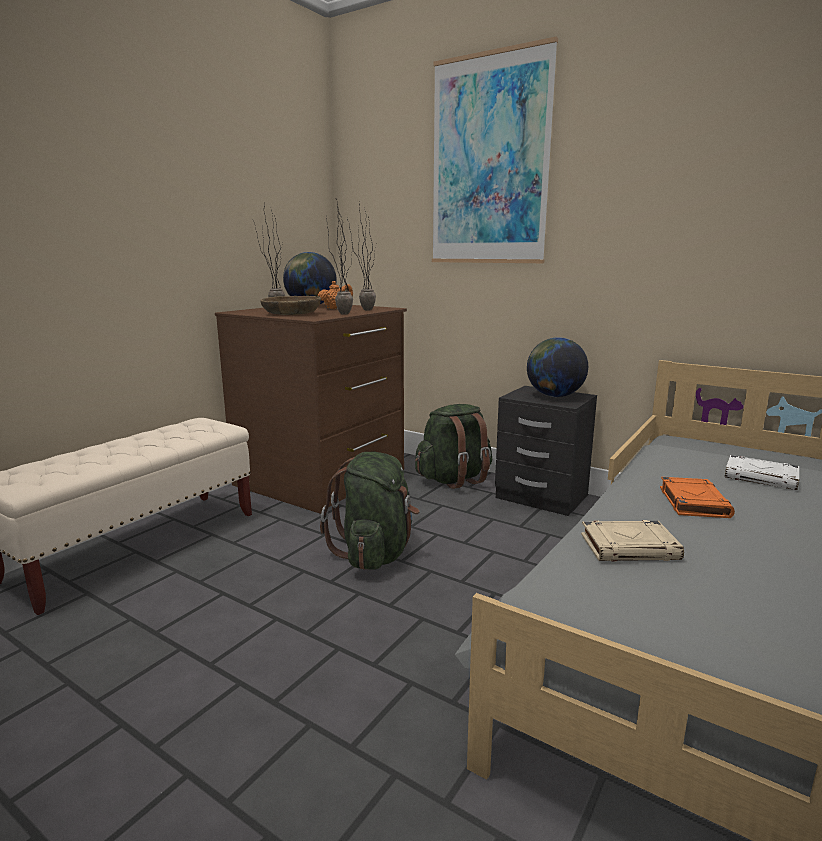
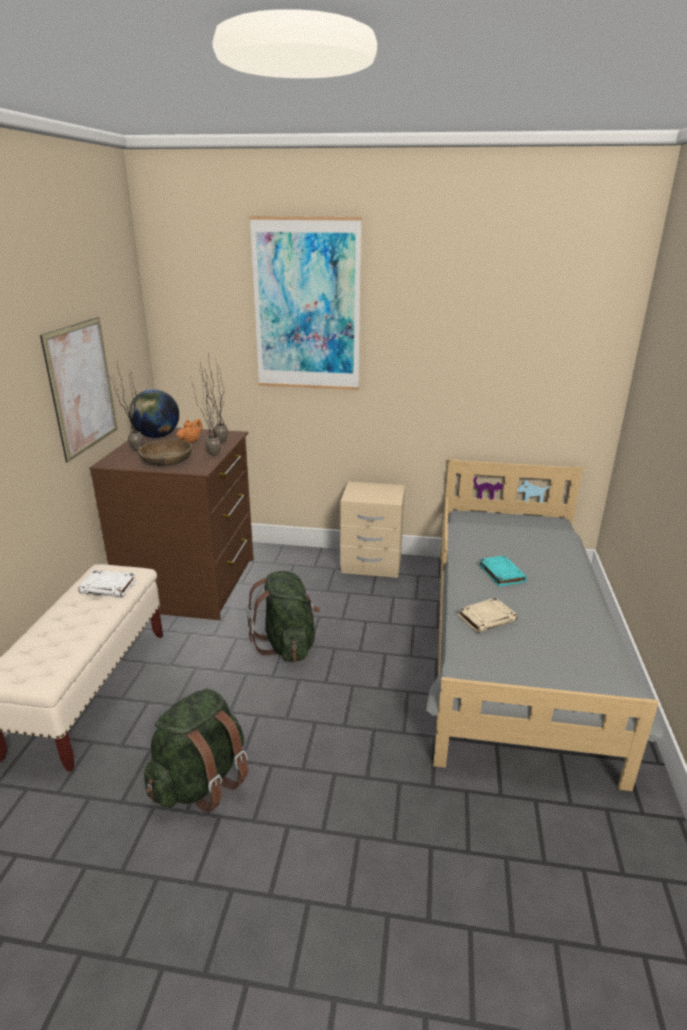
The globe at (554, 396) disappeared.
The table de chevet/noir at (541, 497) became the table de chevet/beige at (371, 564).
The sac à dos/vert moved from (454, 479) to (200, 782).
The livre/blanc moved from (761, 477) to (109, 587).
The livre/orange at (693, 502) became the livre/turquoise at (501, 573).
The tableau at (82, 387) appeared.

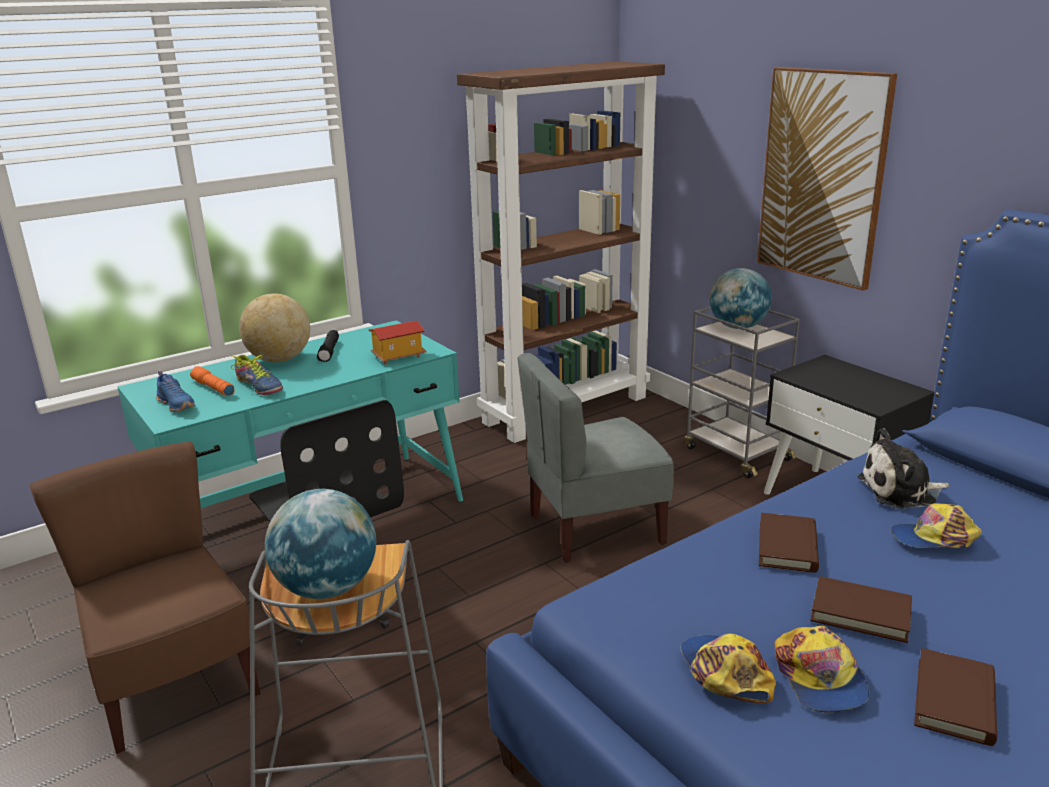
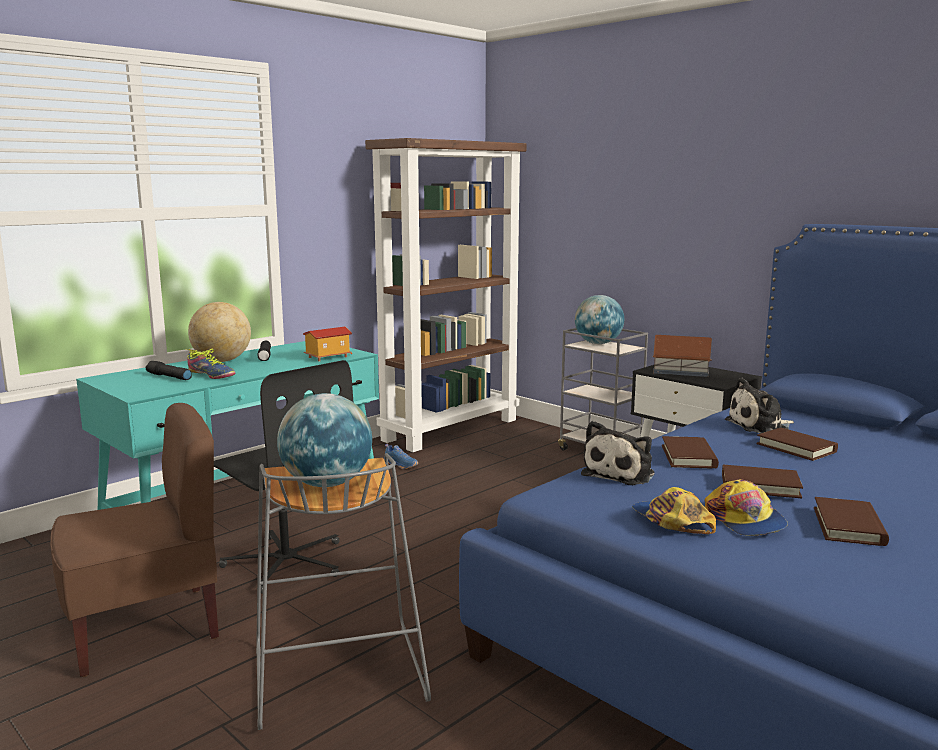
The tableau at (822, 176) disappeared.
The chaise/gris at (594, 529) disappeared.
The lampe de poche/orange at (212, 388) became the lampe de poche/noir at (168, 377).
The chaussure/bleu moved from (177, 404) to (401, 465).
The chaise/marron at (174, 684) turned 105 degrees clockwise.
The casquette at (934, 539) was replaced by the livre/marron at (796, 448).
The maison miniature at (680, 371) appeared.
The peluche at (621, 473) appeared.

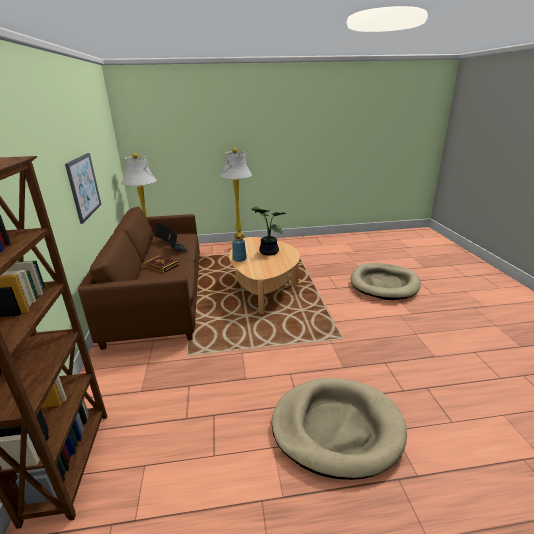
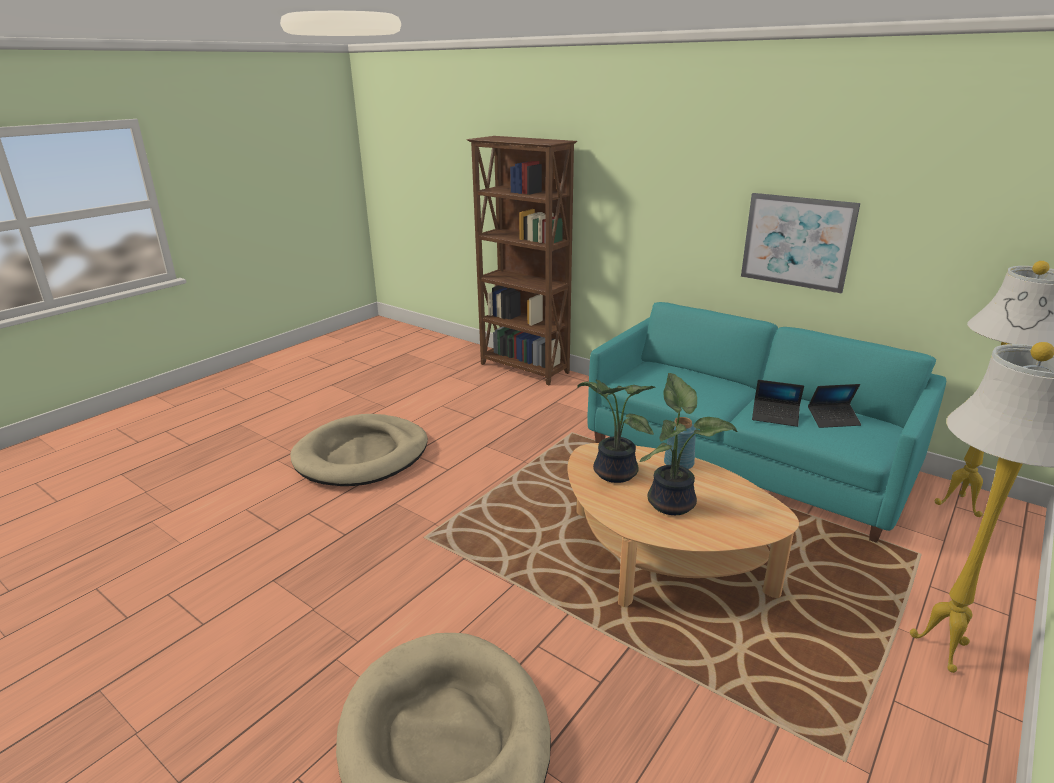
The canapé/marron at (158, 297) became the canapé/turquoise at (745, 459).
The livre at (162, 265) disappeared.
The plante en pot at (612, 473) appeared.

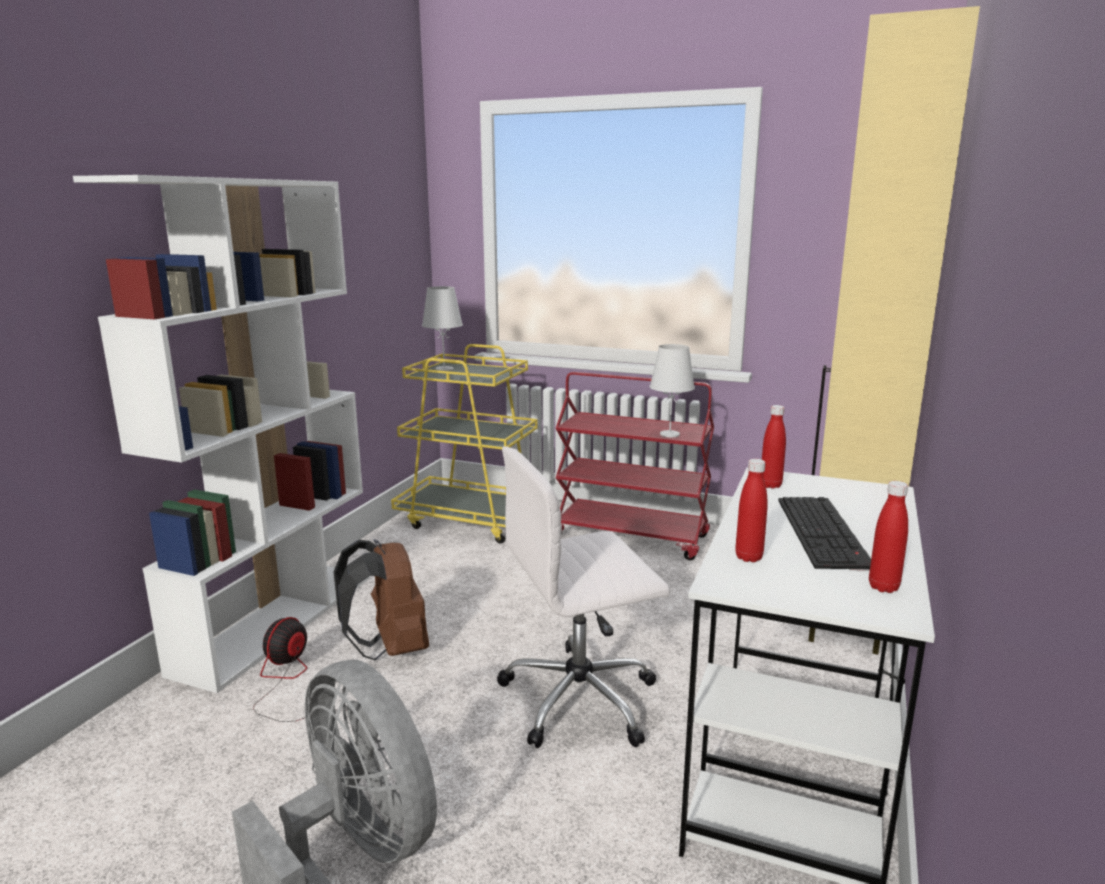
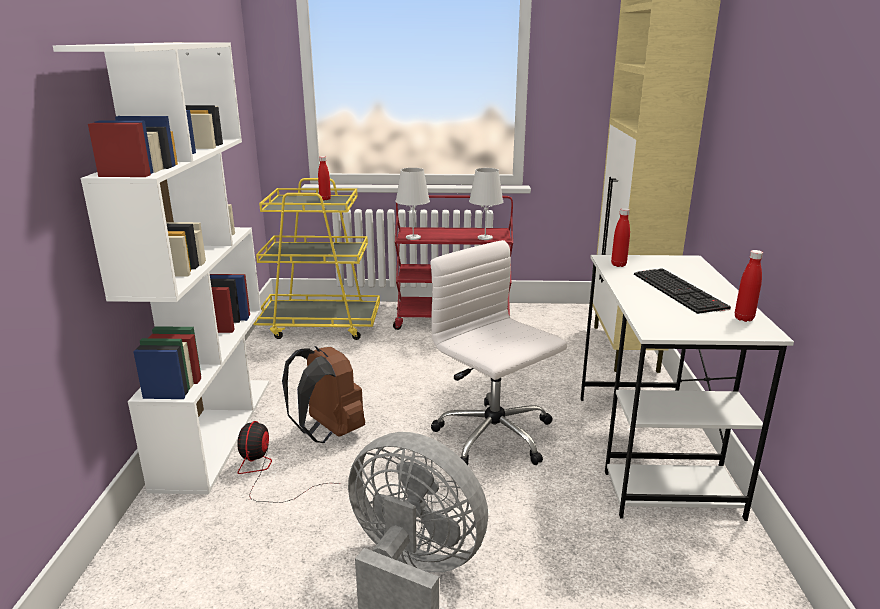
The lampe de table/blanc moved from (444, 369) to (413, 237).
The chaise de bureau/blanc at (581, 698) turned 90 degrees clockwise.
The bouteille/rouge moved from (748, 557) to (325, 199).

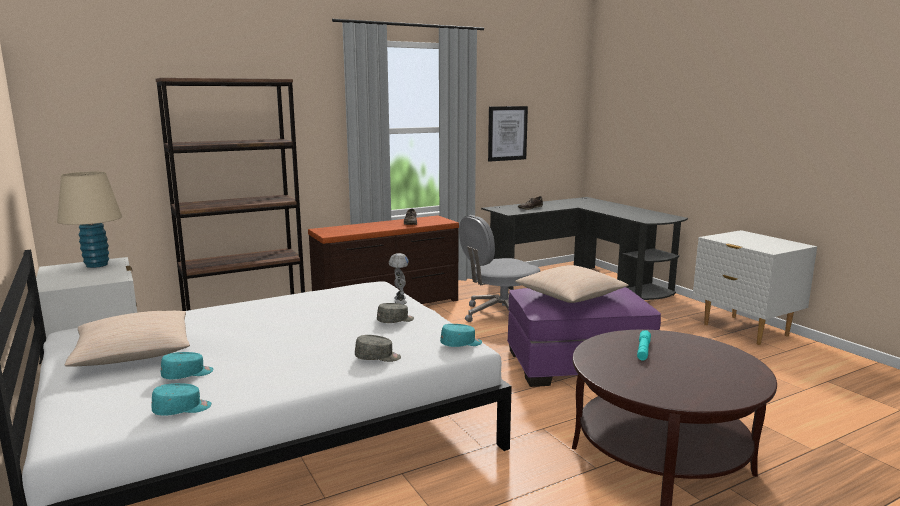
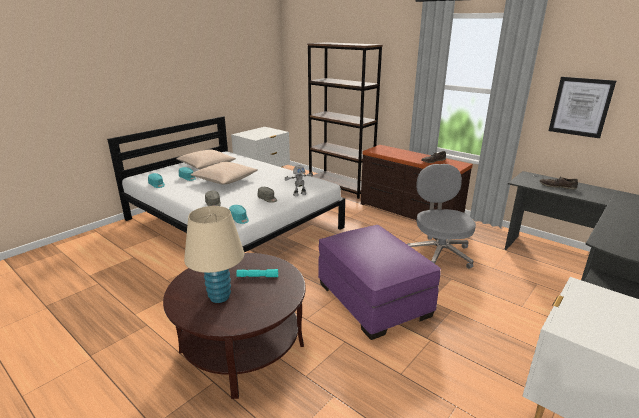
The lampe de table/beige moved from (97, 265) to (219, 297).
The chaise de bureau/gris at (500, 315) turned 45 degrees clockwise.
The coussin/beige moved from (570, 296) to (225, 180).

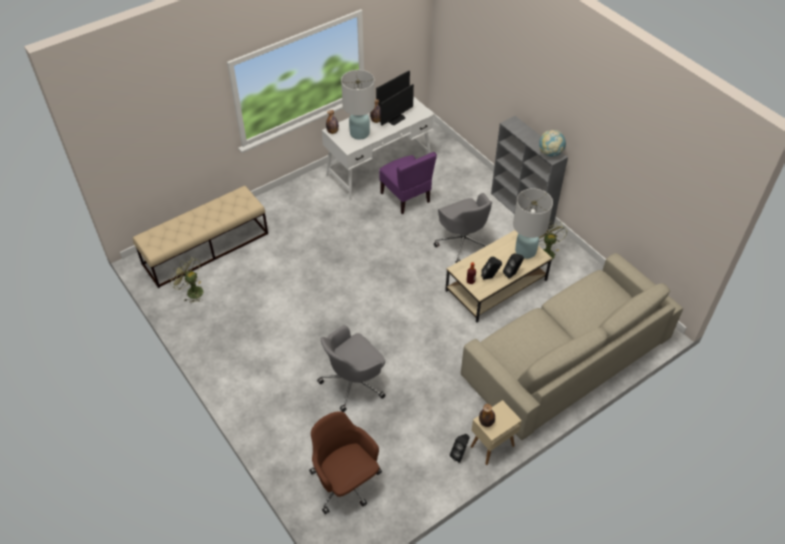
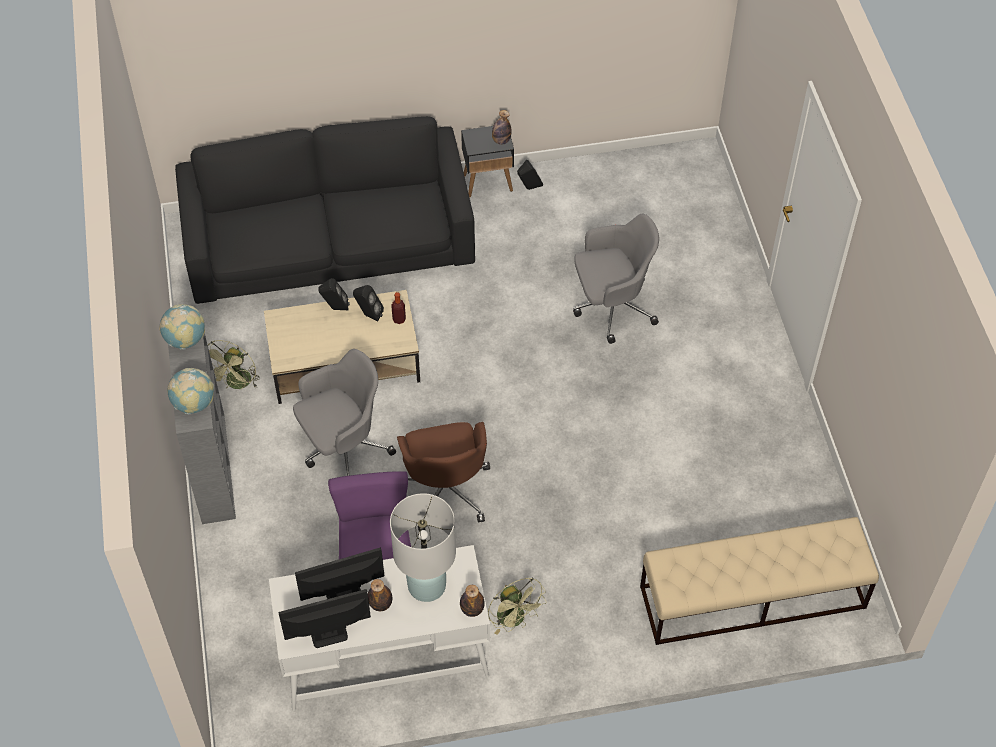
The lampe de table/blanc at (525, 251) disappeared.
The chaise de bureau/gris at (463, 242) turned 60 degrees clockwise.
The canapé/beige at (566, 356) became the canapé/noir at (329, 240).
The ventilateur/vert moved from (191, 291) to (515, 620).
The table d'appoint/beige at (492, 446) became the table d'appoint/noir at (488, 183).
The chaise de bureau/marron moved from (346, 483) to (445, 490).
The globe at (194, 403) appeared.

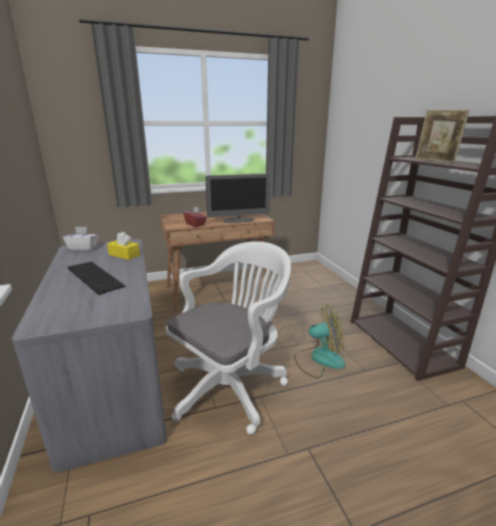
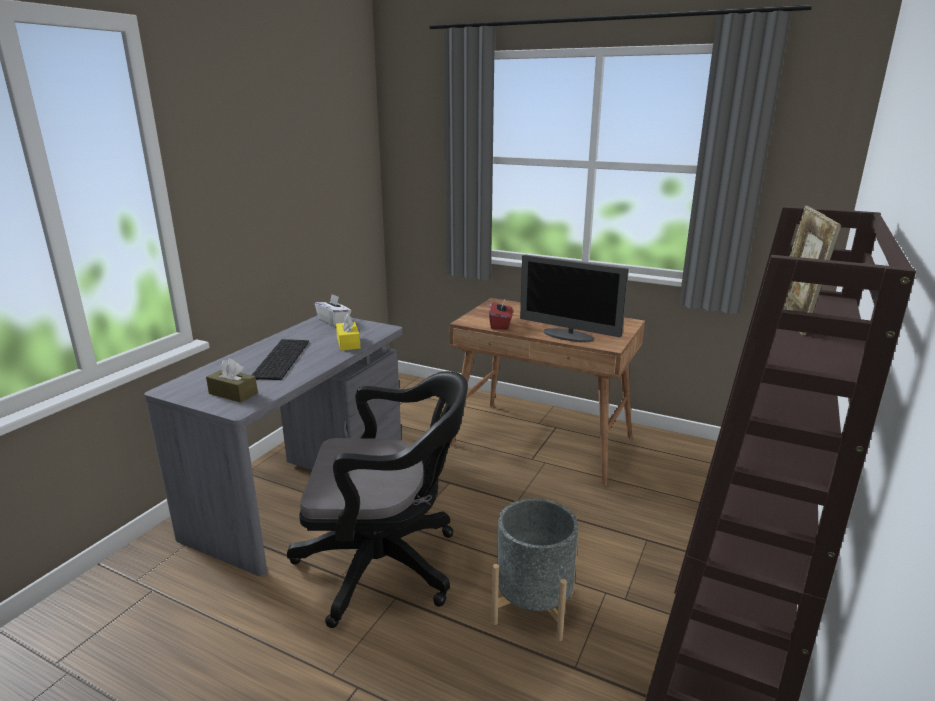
The chaise de bureau/blanc at (232, 385) became the chaise de bureau/noir at (387, 565).
The ventilateur at (319, 359) was replaced by the cache-pot/gris at (533, 607).
The boîte à mouchoirs/marron at (233, 393) appeared.

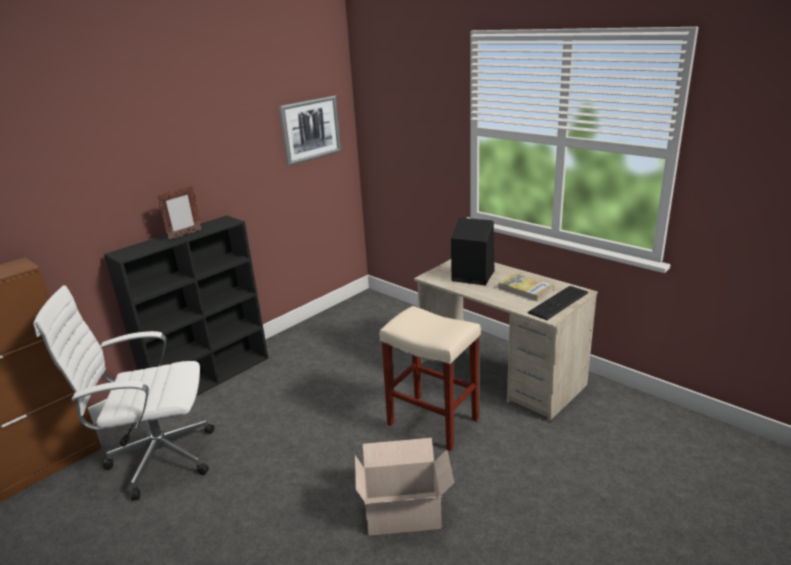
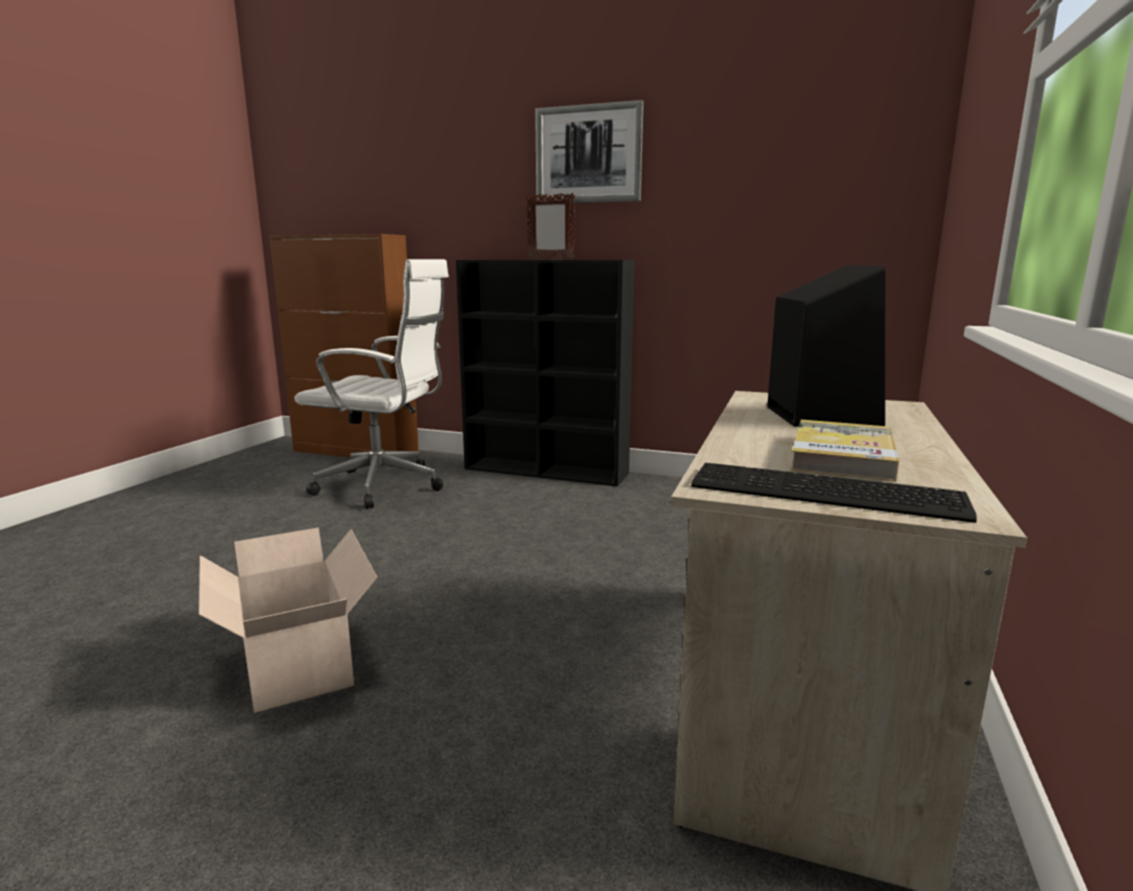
The tableau moved from (310, 129) to (588, 154).
The chaise de bureau/blanc at (157, 459) turned 135 degrees clockwise.
The tabouret/beige at (431, 421) disappeared.

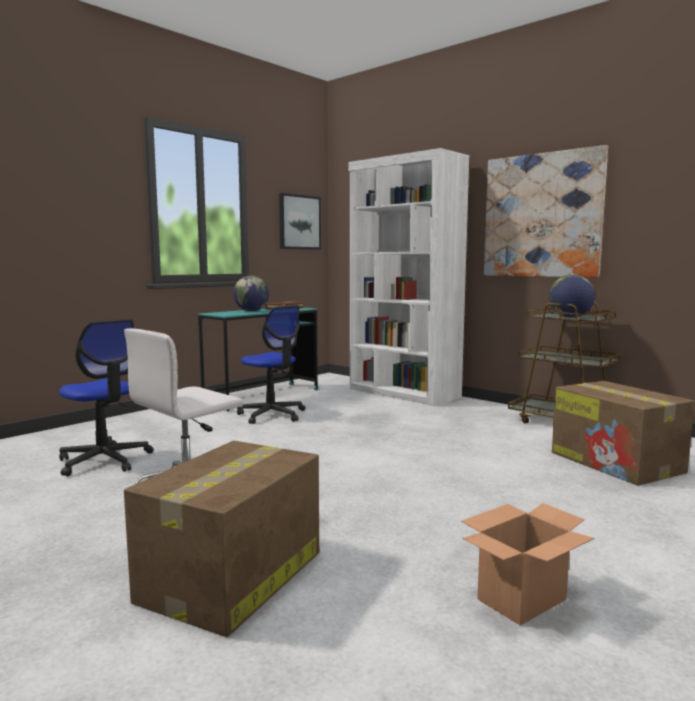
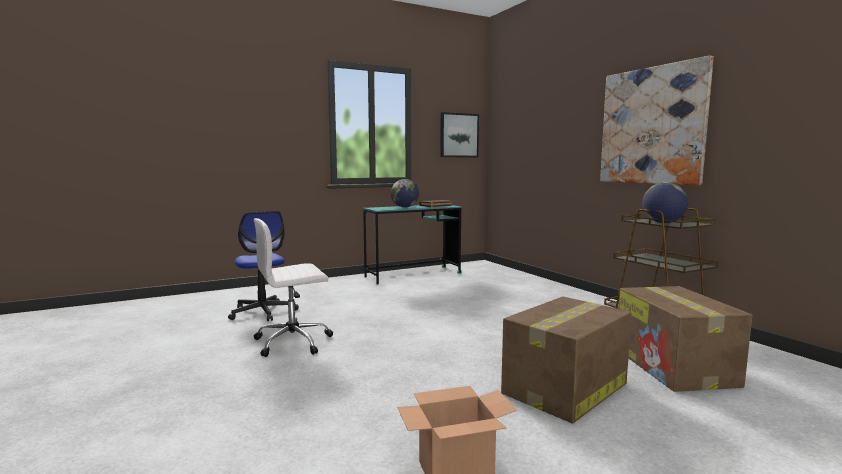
The bibliothèque/blanc at (403, 393) disappeared.
The chaise de bureau at (272, 415) disappeared.
The carton moved from (231, 577) to (564, 389).

